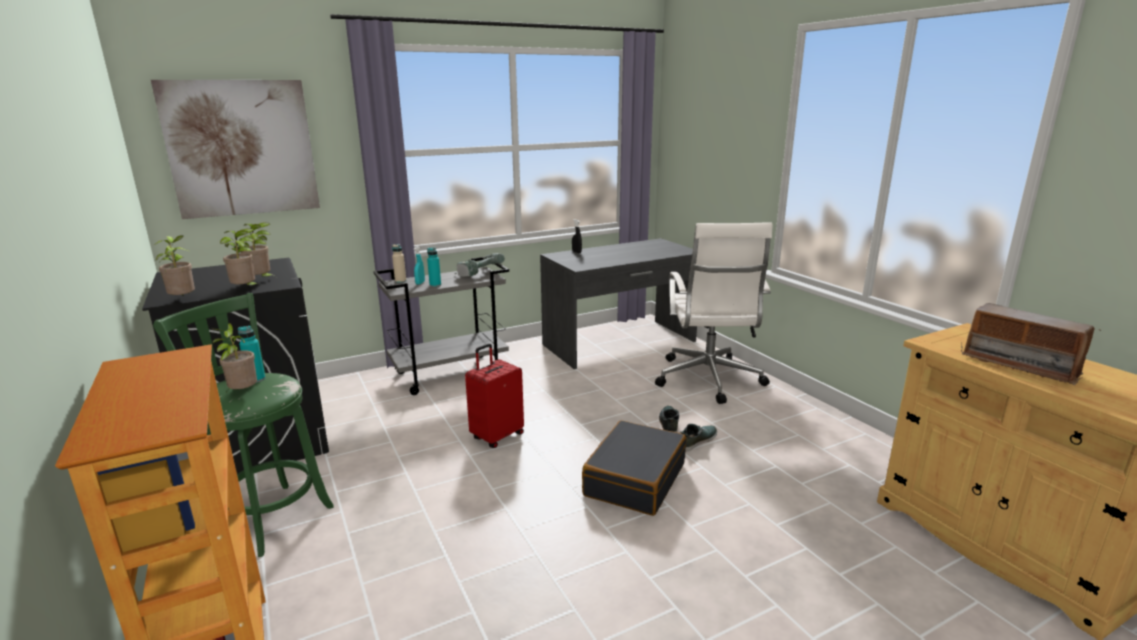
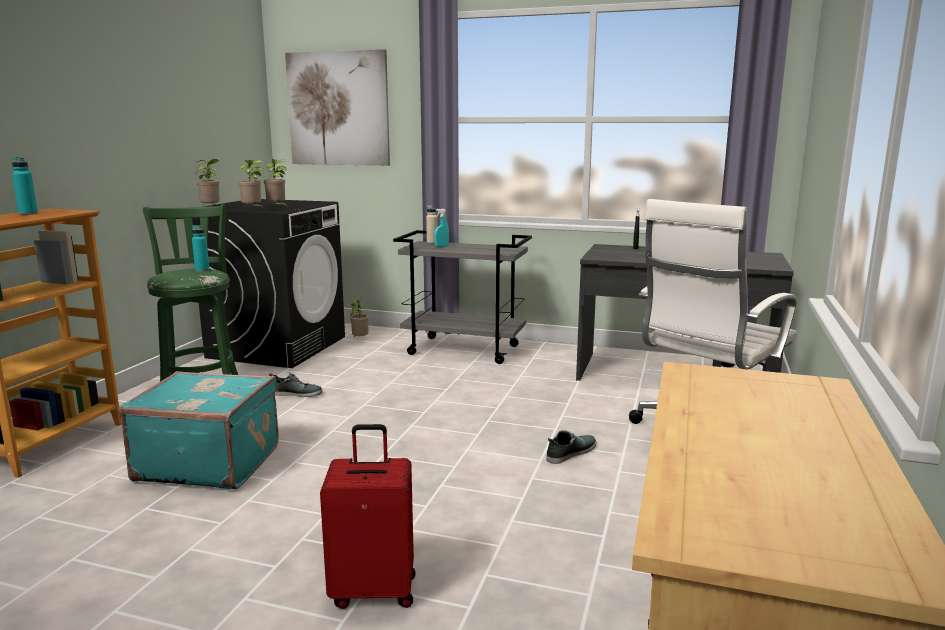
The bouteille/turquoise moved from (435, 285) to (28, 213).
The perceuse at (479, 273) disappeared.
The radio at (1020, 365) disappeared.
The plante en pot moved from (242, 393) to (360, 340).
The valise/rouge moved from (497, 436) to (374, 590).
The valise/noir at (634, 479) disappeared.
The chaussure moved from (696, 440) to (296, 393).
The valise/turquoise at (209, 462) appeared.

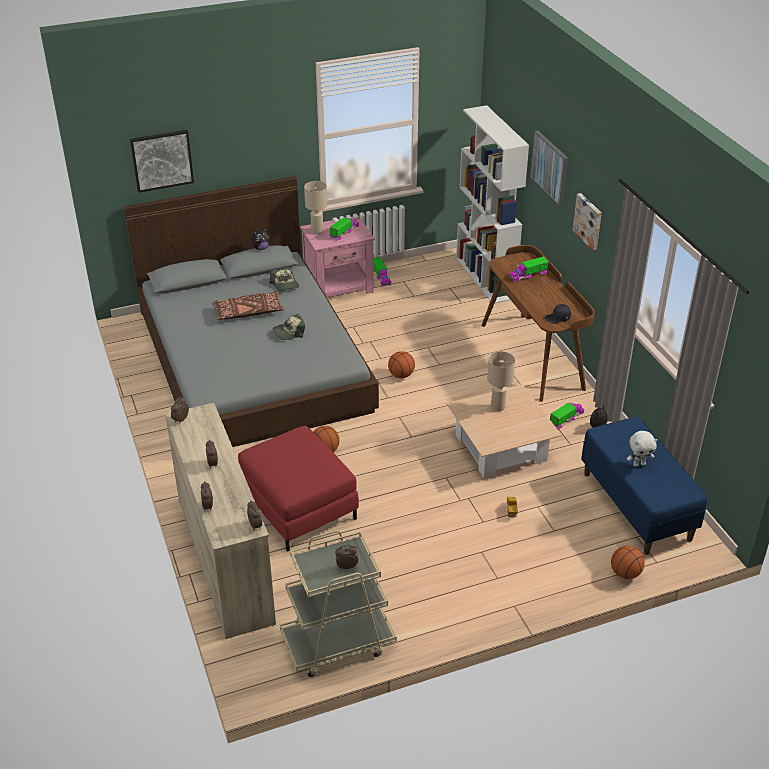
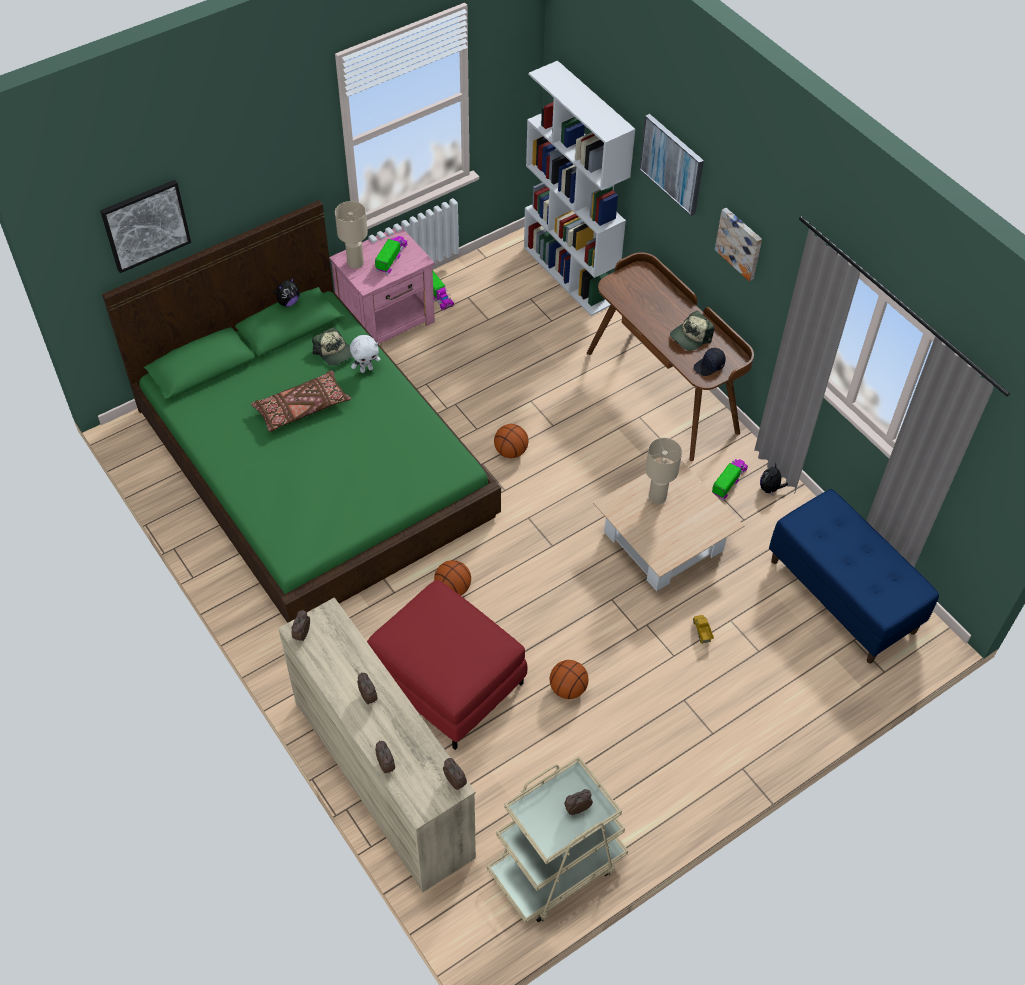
The lit/gris at (253, 359) became the lit/vert at (314, 461).
The camion jouet at (528, 275) disappeared.
The casquette moved from (289, 332) to (690, 337).
The peluche/blanc moved from (639, 464) to (366, 369).
The ballon de basket moved from (625, 573) to (568, 688).

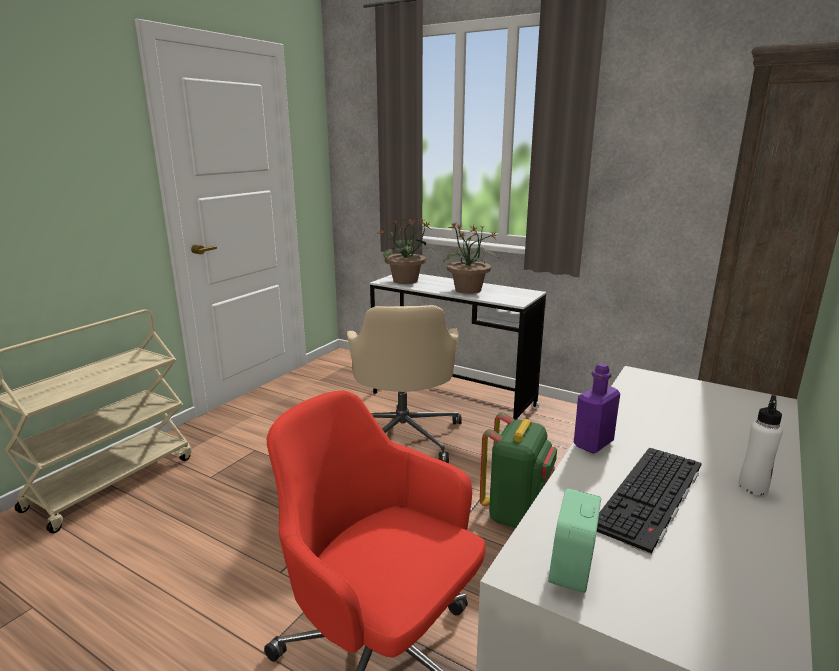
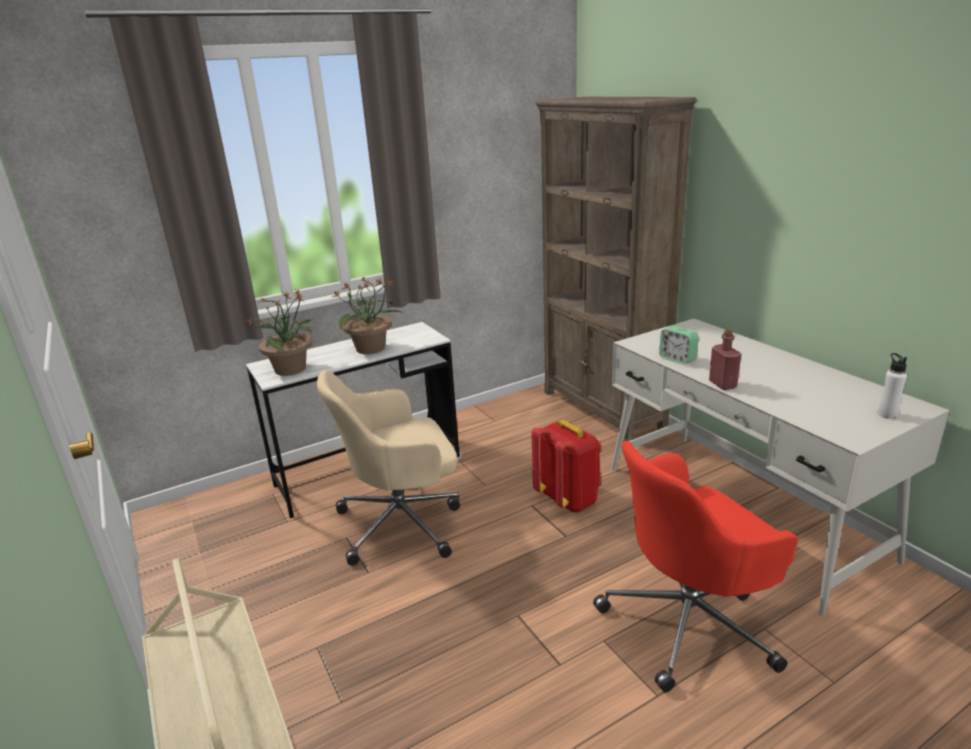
The chaise de bureau/beige at (404, 436) turned 135 degrees clockwise.
The bouteille/violet at (593, 443) became the bouteille/rouge at (722, 384).
The bouteille/blanc moved from (753, 487) to (887, 414).
The sac à dos/vert at (517, 513) became the sac à dos/rouge at (569, 499).
The clavier at (651, 497) disappeared.
The réveil moved from (572, 567) to (677, 359).

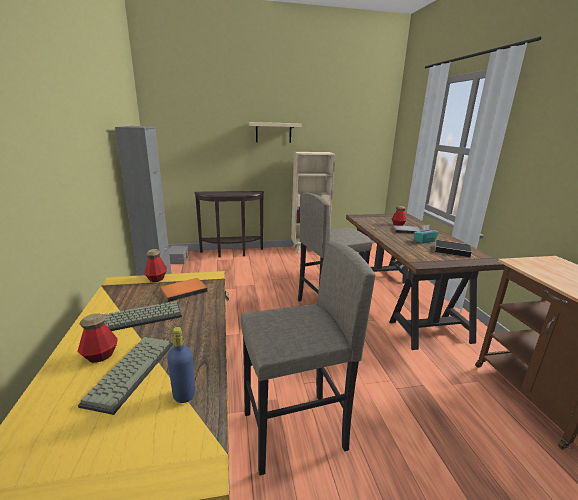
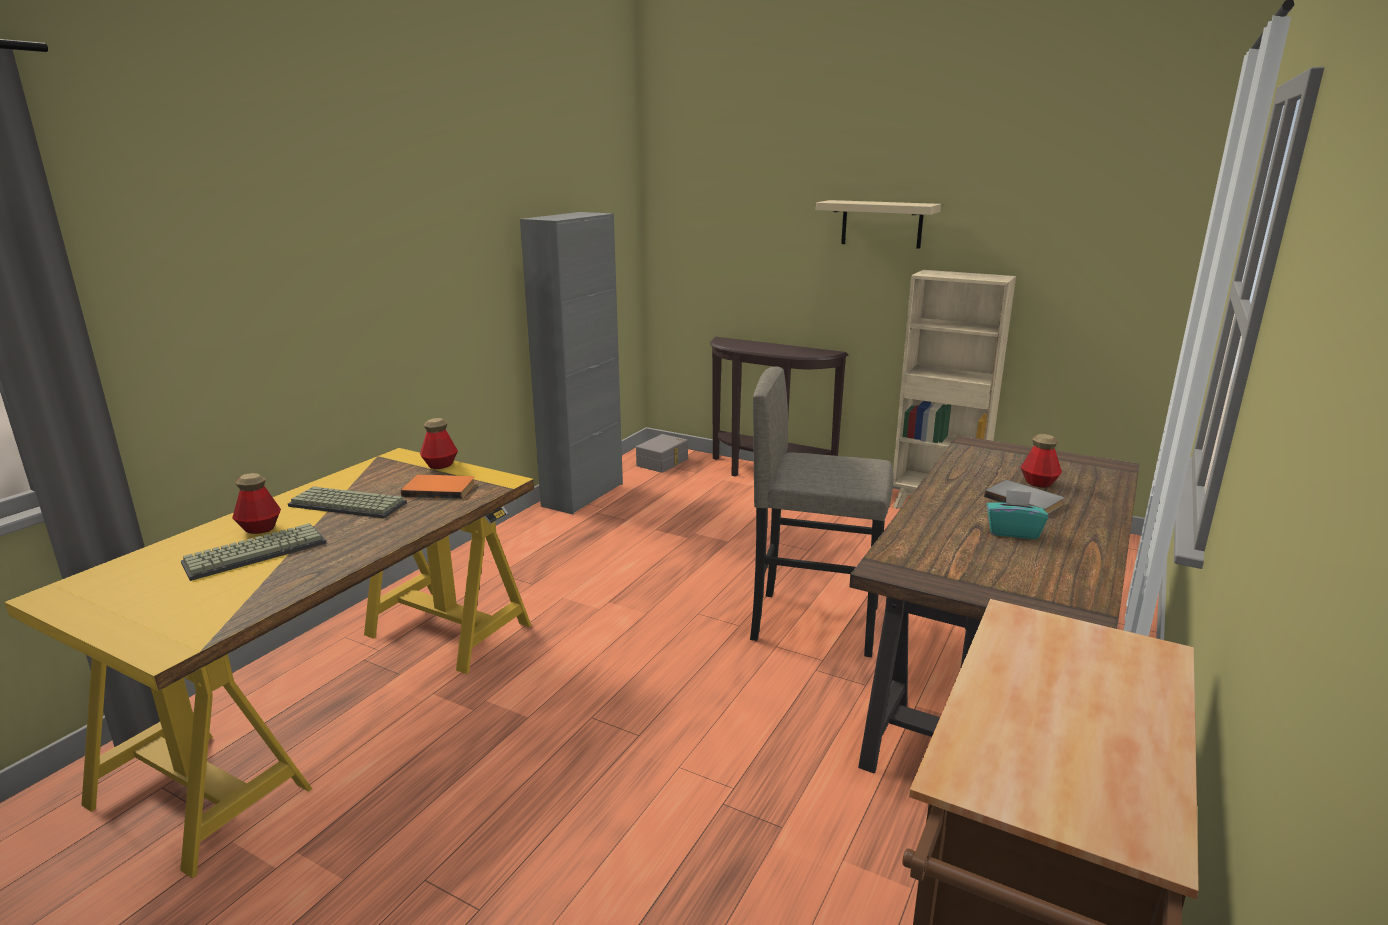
The livre at (453, 251) disappeared.
The tabouret/gris at (294, 431) disappeared.
The bouteille/bleu at (184, 395) disappeared.

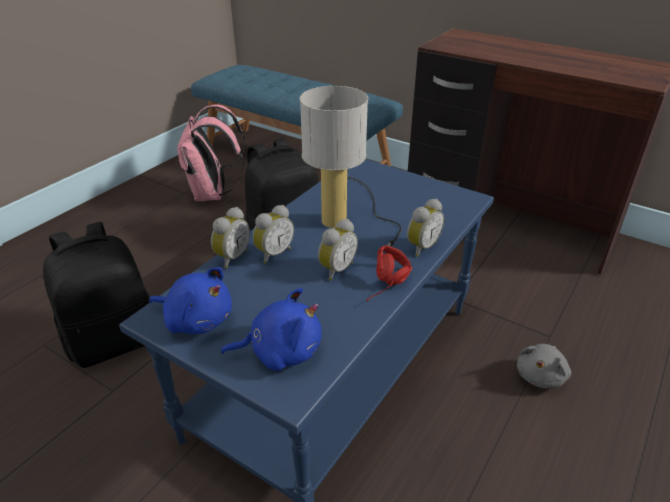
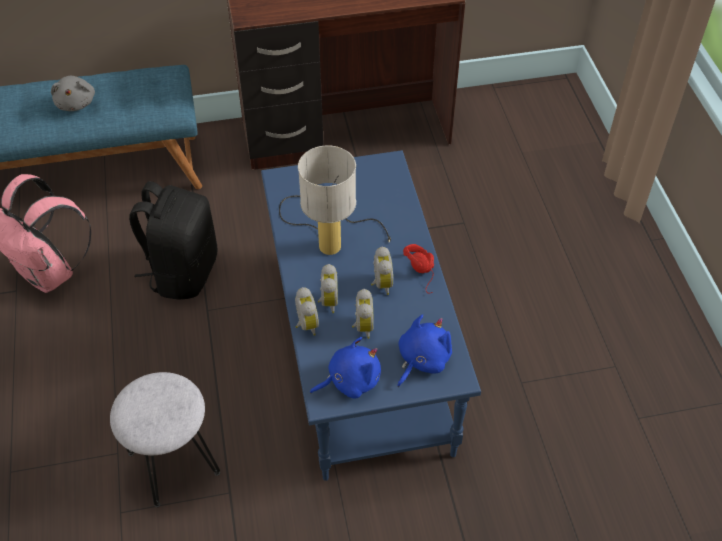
The réveil moved from (421, 247) to (362, 326).
The sac à dos/noir at (114, 340) was replaced by the tabouret/gris at (173, 462).
The peluche/gris moved from (541, 376) to (76, 103).

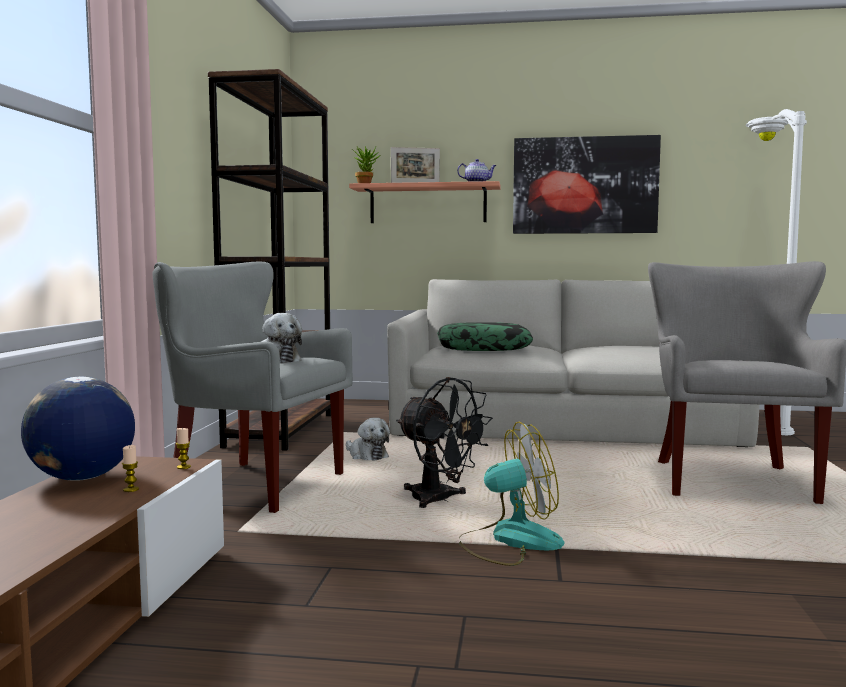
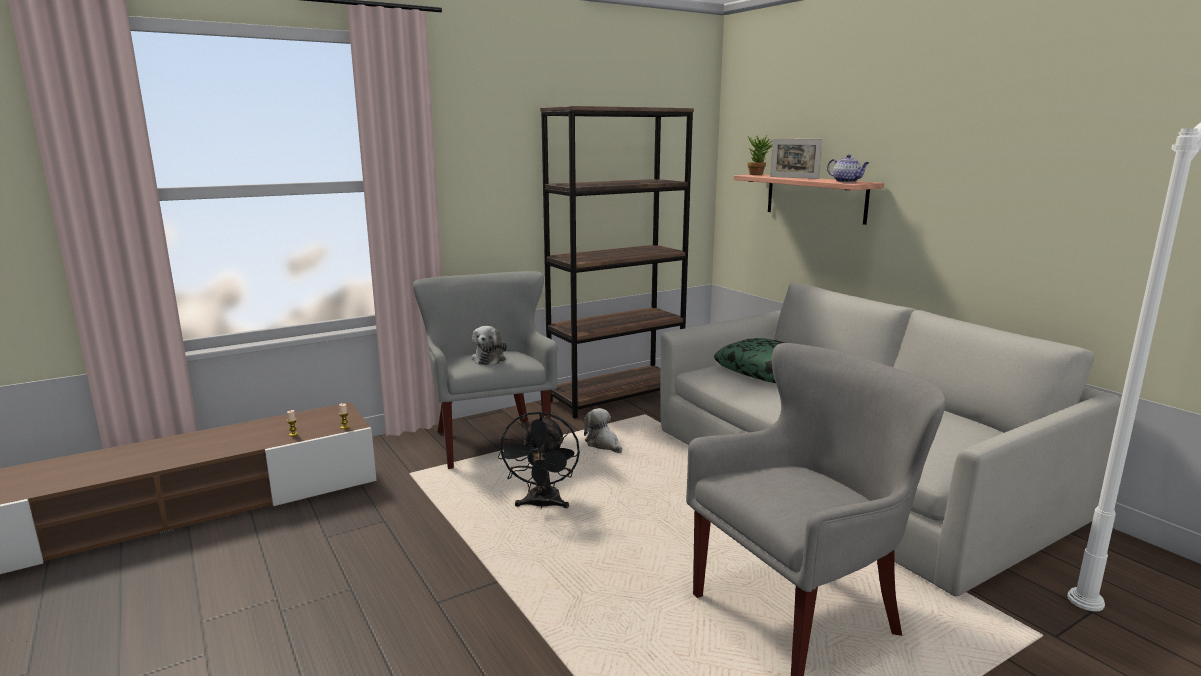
The tableau at (584, 185) disappeared.
The globe at (81, 478) disappeared.
The peluche at (366, 456) turned 135 degrees clockwise.
The ventilateur at (510, 541) disappeared.

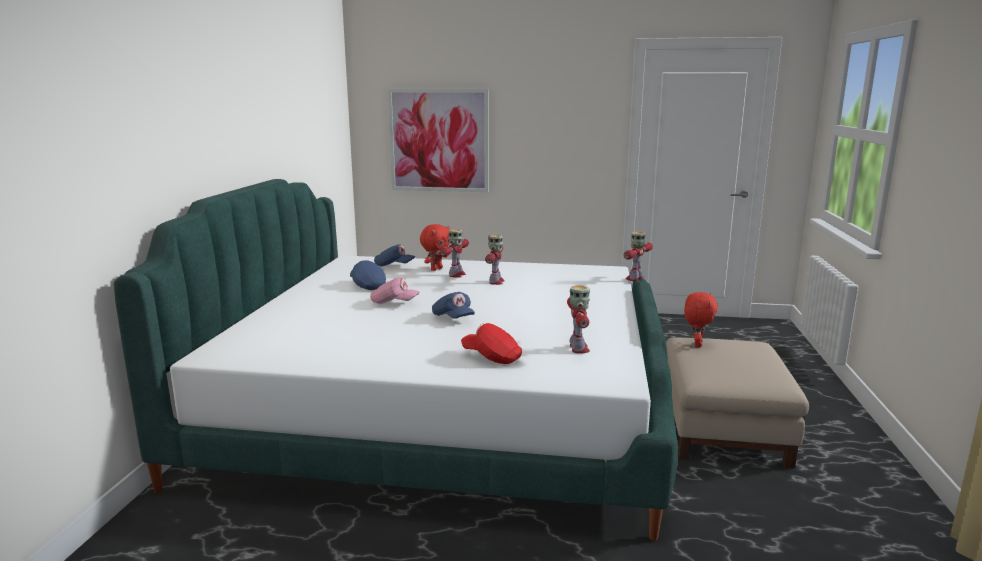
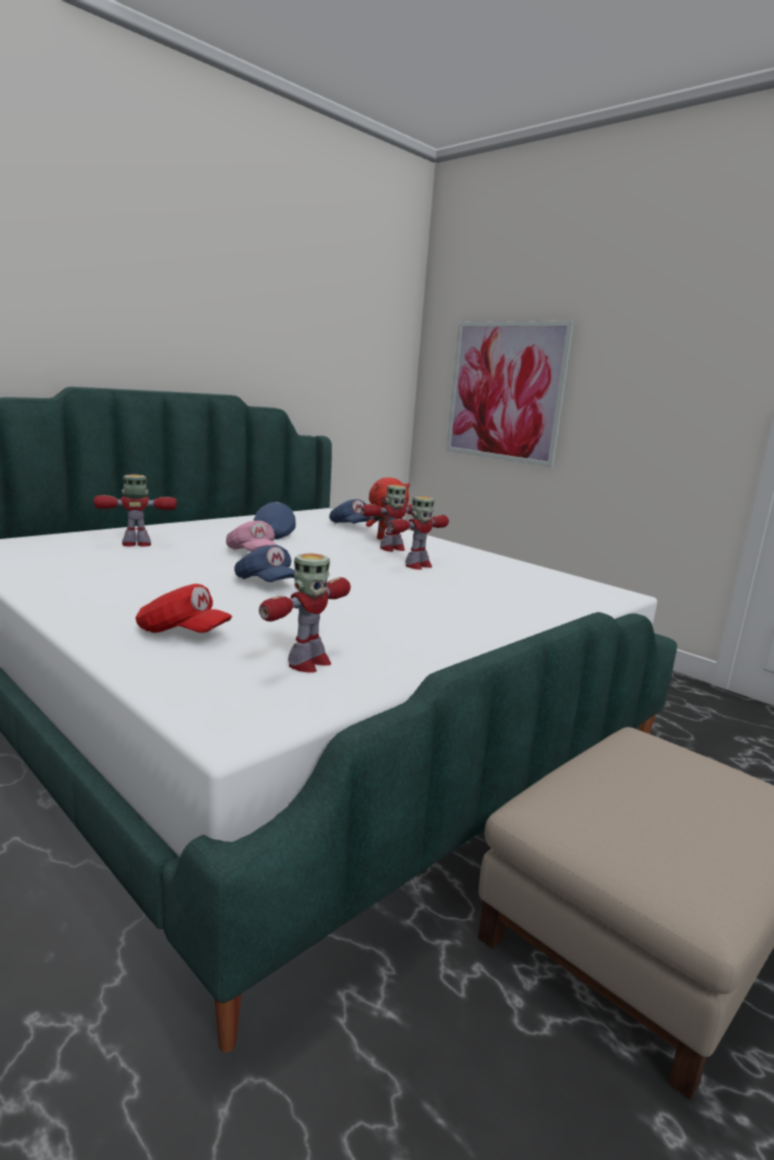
The robot jouet moved from (635, 278) to (137, 544).
The casquette/bleu at (453, 318) turned 45 degrees counterclockwise.
The peluche/rouge at (696, 344) disappeared.
The casquette/rouge at (492, 357) turned 135 degrees clockwise.

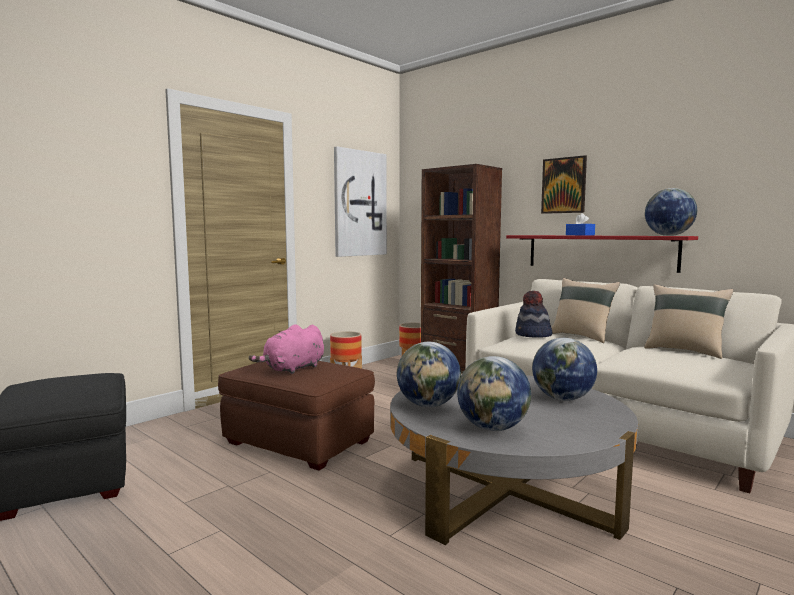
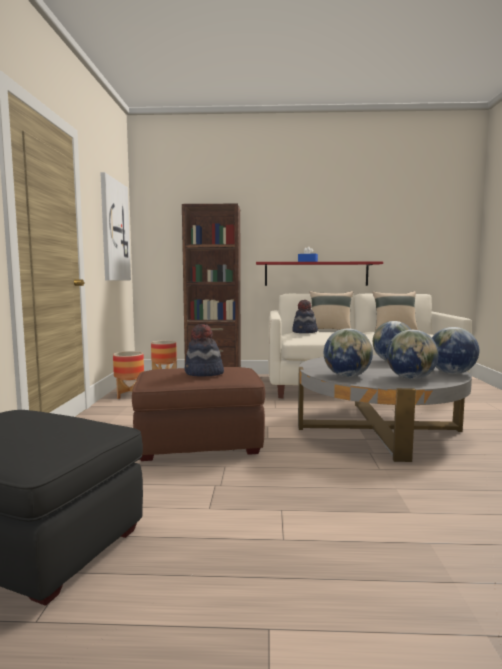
The tableau at (564, 185) disappeared.
The globe moved from (668, 235) to (451, 373).
The peluche/rose at (293, 369) was replaced by the chapeau at (204, 373).

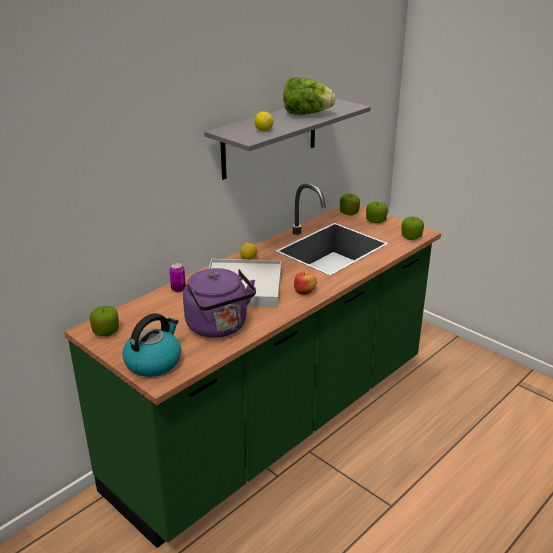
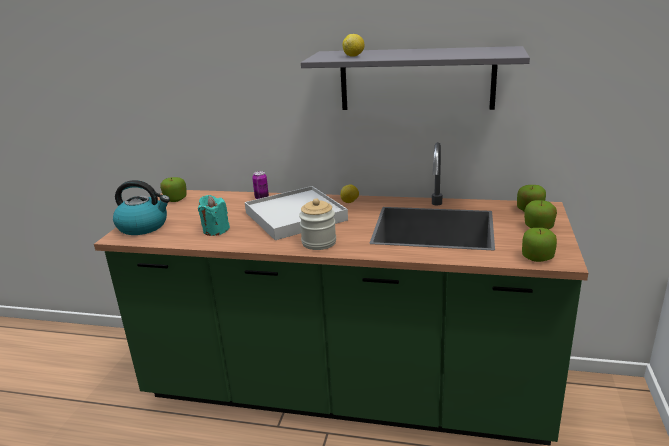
The laitue at (306, 114) disappeared.
The bouilloire/violet at (219, 327) was replaced by the bougie/turquoise at (215, 230).
The pomme at (305, 291) was replaced by the bocal at (319, 242).

